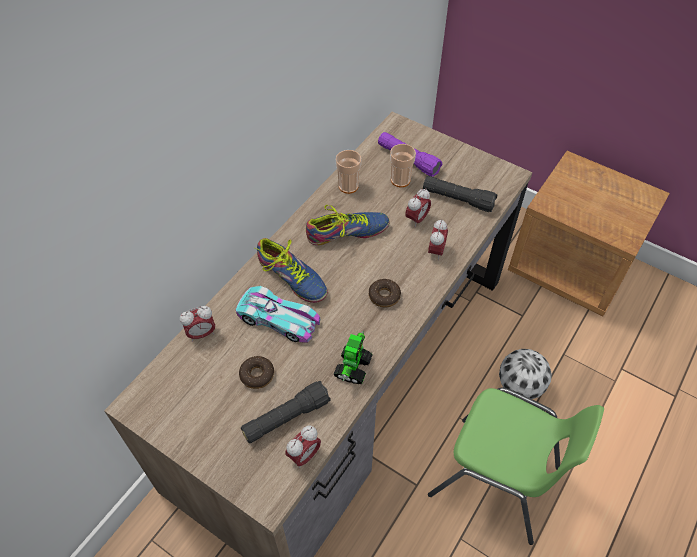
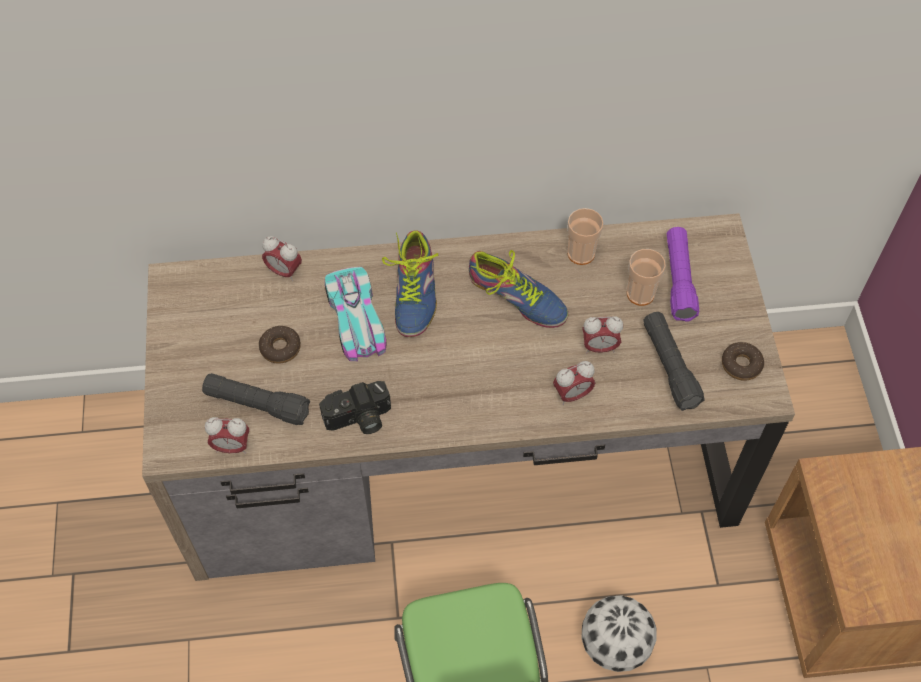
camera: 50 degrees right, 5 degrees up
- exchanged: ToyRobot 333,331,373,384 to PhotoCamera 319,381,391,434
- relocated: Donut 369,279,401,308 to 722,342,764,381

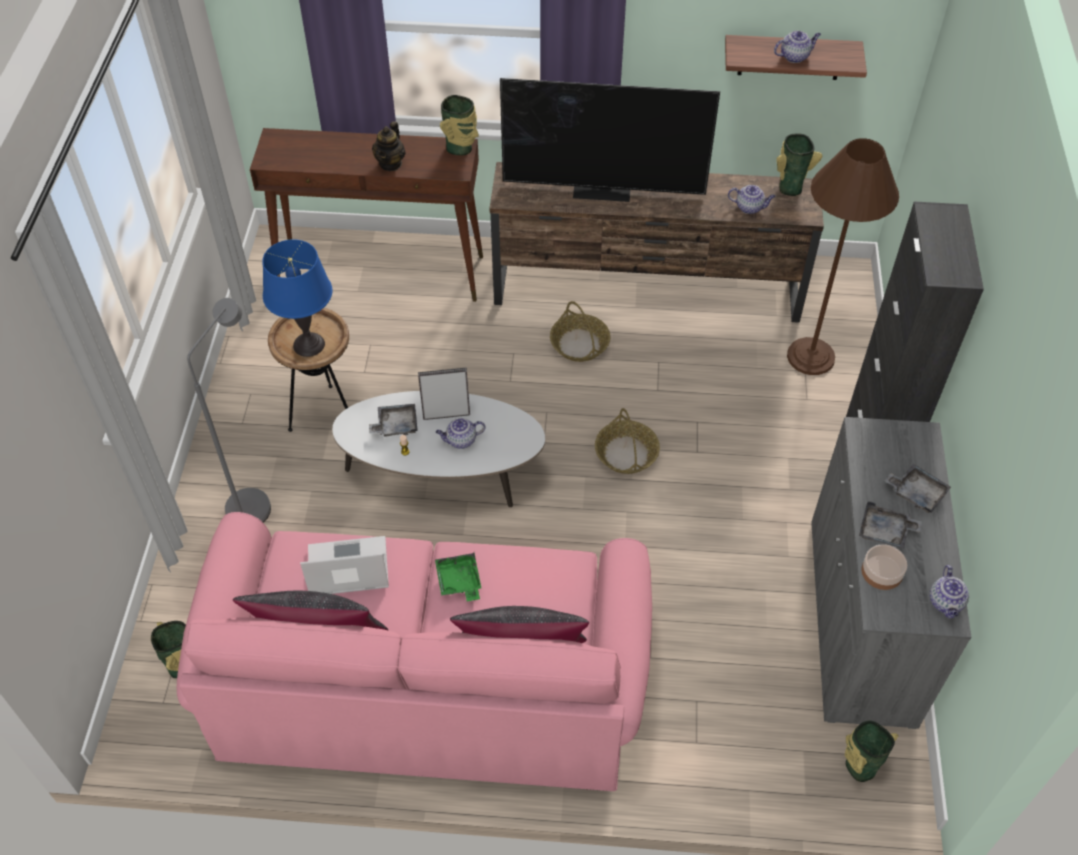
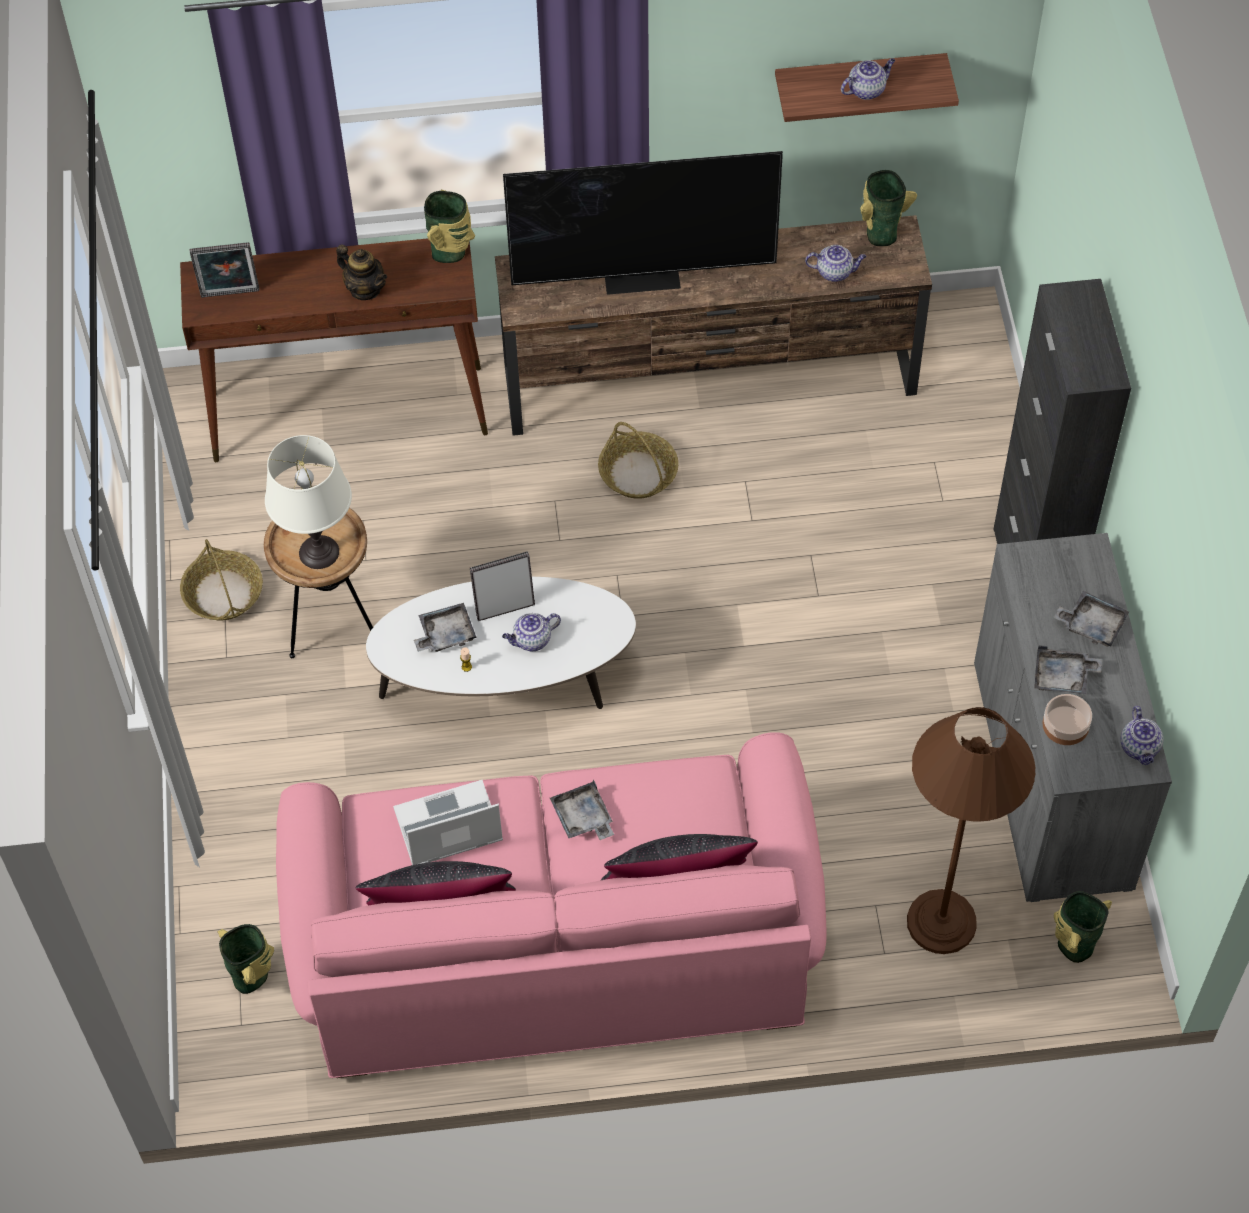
camera: 10 degrees left, 5 degrees up
- relocated: Basket 595,408,660,474 to 180,539,263,620
- appeared: PictureFrame 190,242,259,298
- colour: BlueTableLamp 262,239,332,357 to WhiteTableLamp 265,435,352,569
- spun: Teapot 372,121,406,171 = 336,244,387,300 60 degrees counterclockwise
- colour: GreenTray 435,552,481,601 to GreyTray 550,780,614,840
- relocated: BrownFloorLamp 787,138,899,375 to 907,707,1036,954
- missing: GreyFloorLamp 187,298,271,522

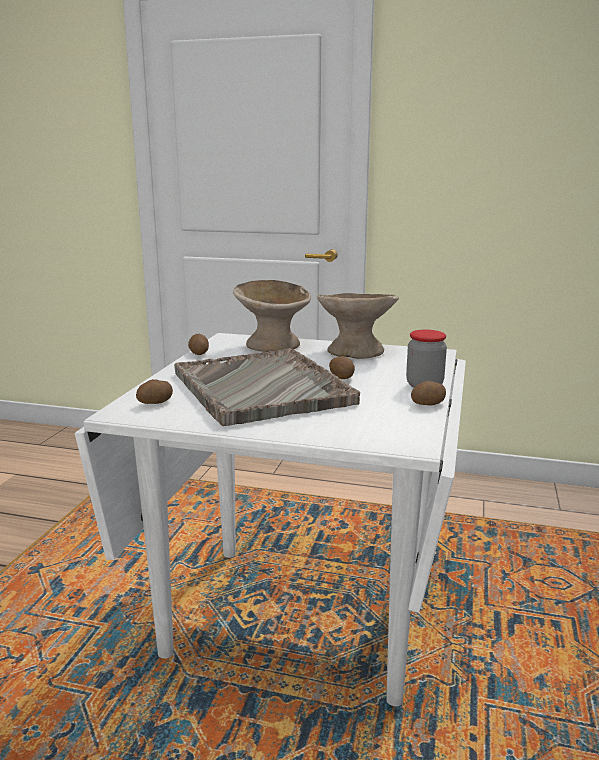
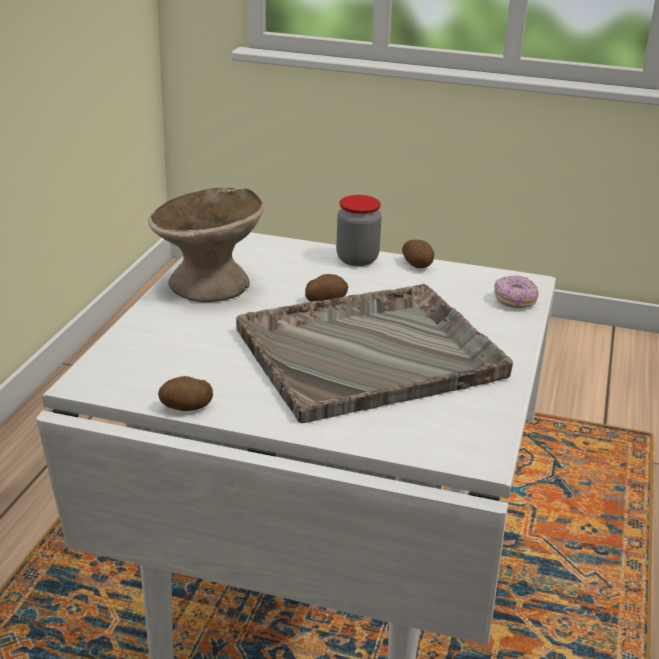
camera: 90 degrees left, 10 degrees up
- appeared: Donut 494,276,539,308
- missing: Potato 136,379,173,404
- missing: BeigeBowl 233,280,311,352

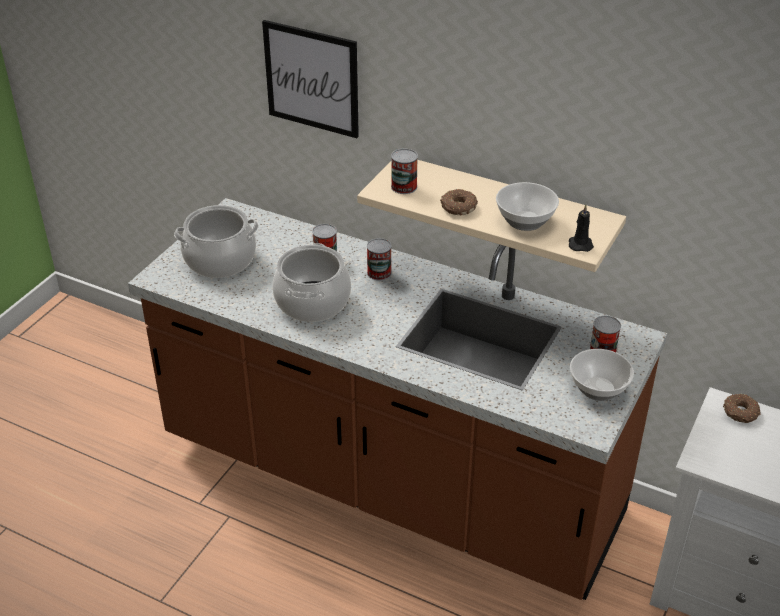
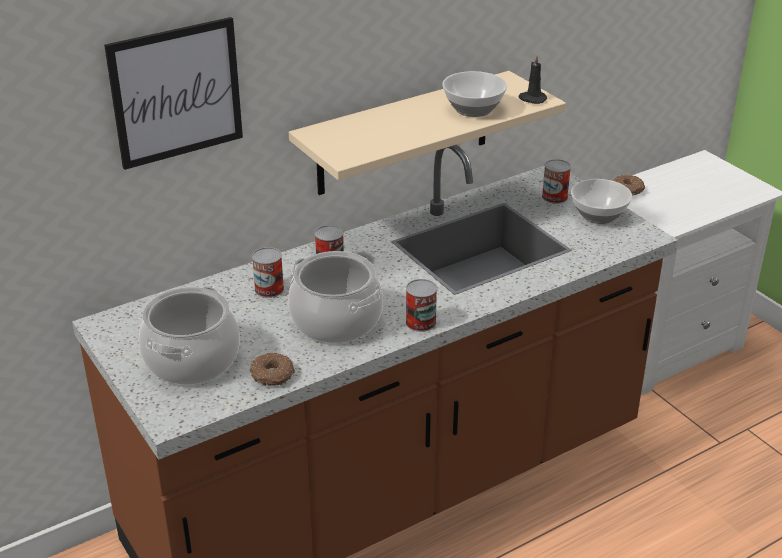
camera: 60 degrees left, 5 degrees down
- relocated: Donut 440,189,478,215 to 250,352,295,386
- relocated: Can 391,149,418,194 to 406,279,437,332

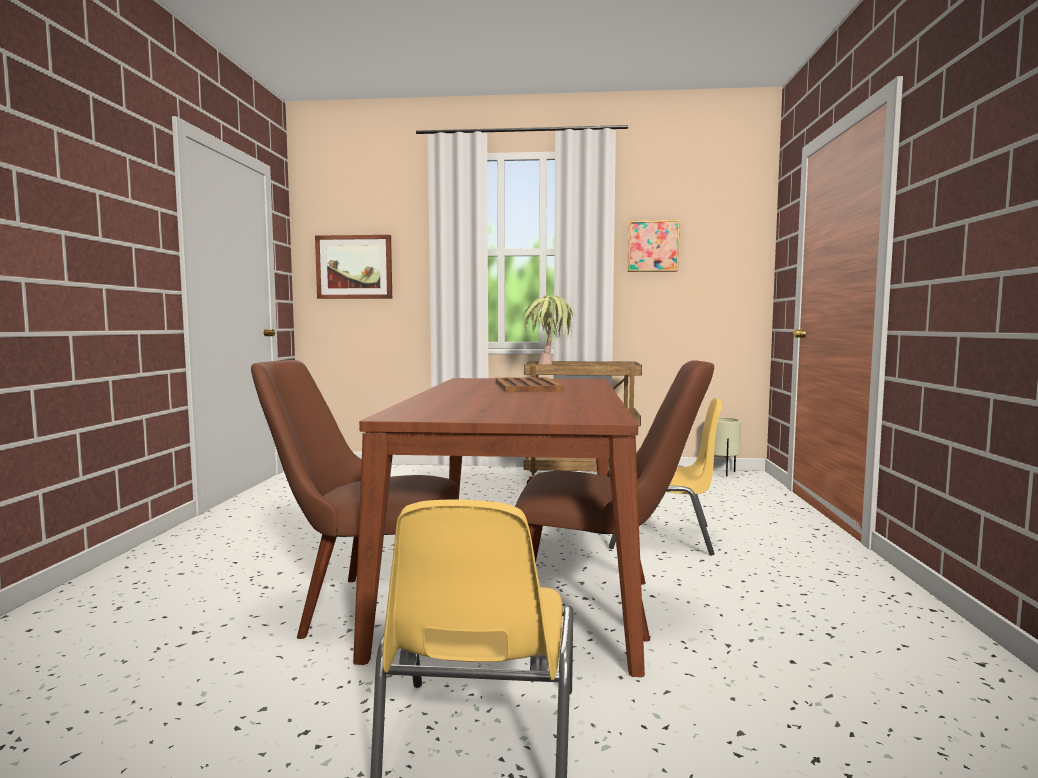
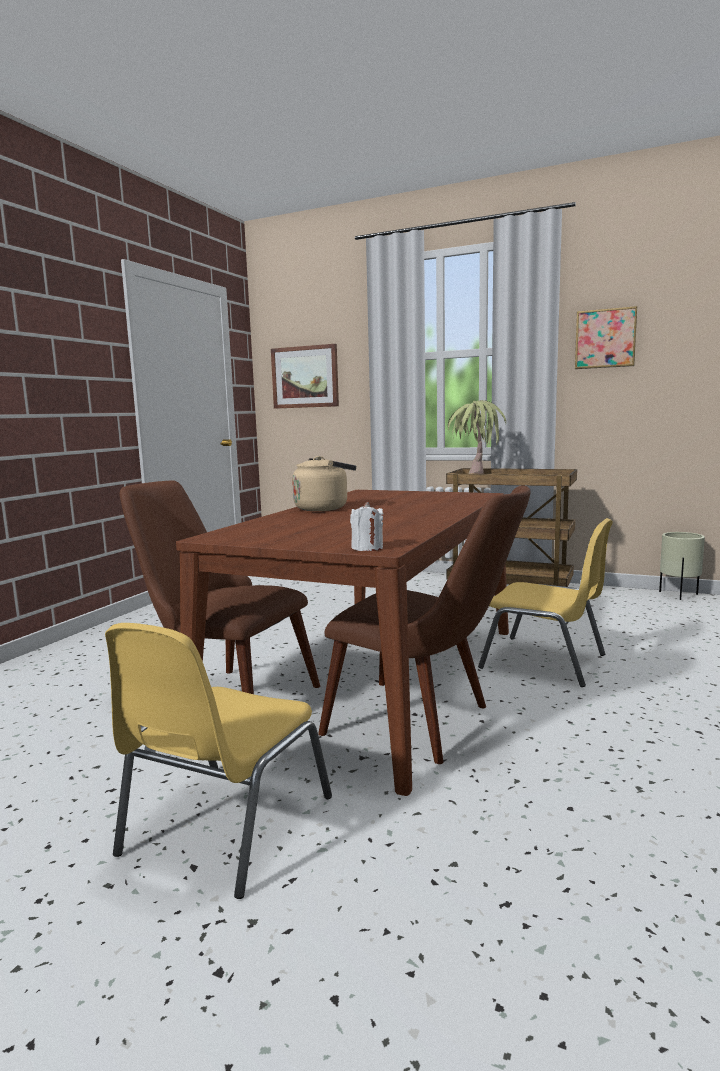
camera: 20 degrees right, 5 degrees up
- appeared: BeigeKettle 292,456,356,511
- appeared: WhiteCandle 350,502,383,551
- missing: BrownTray 496,377,564,392

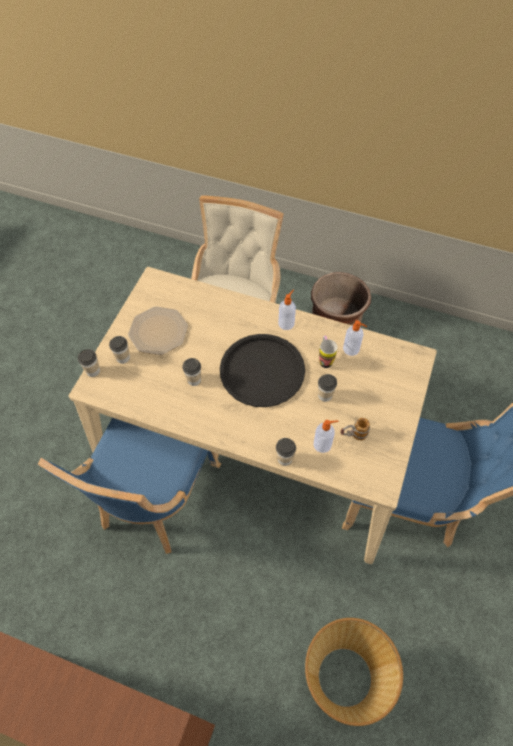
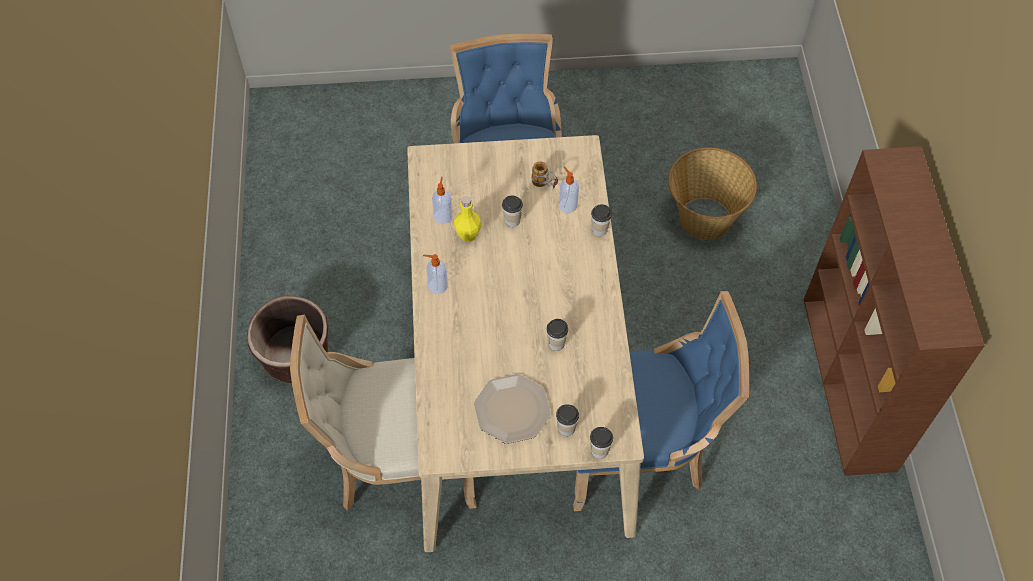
camera: 115 degrees left, 0 degrees up
- exchanged: Mug 319,336,338,368 to YellowBottle 454,196,481,242
- missing: BlackTray 220,334,305,407

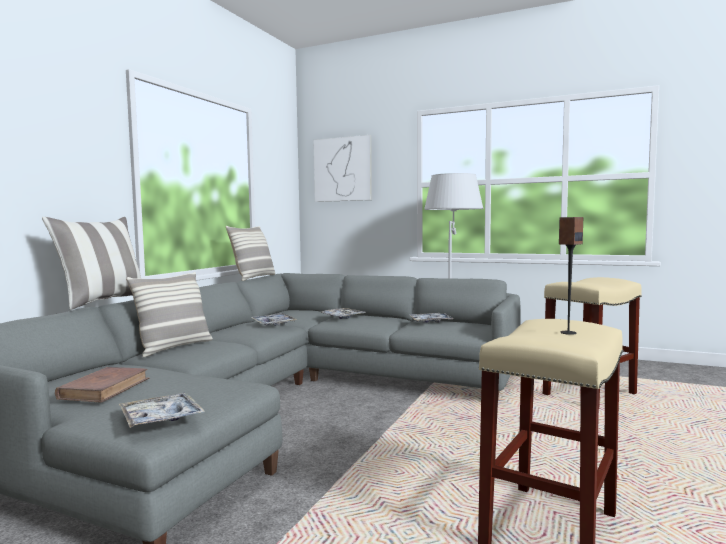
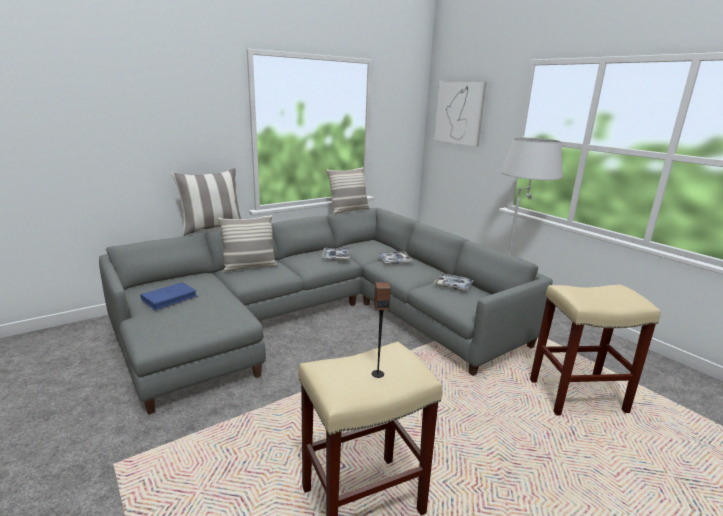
camera: 30 degrees right, 15 degrees up
- colour: BrownBook 55,367,149,402 to BlueBook 140,282,198,310
- missing: Tray 119,393,205,428

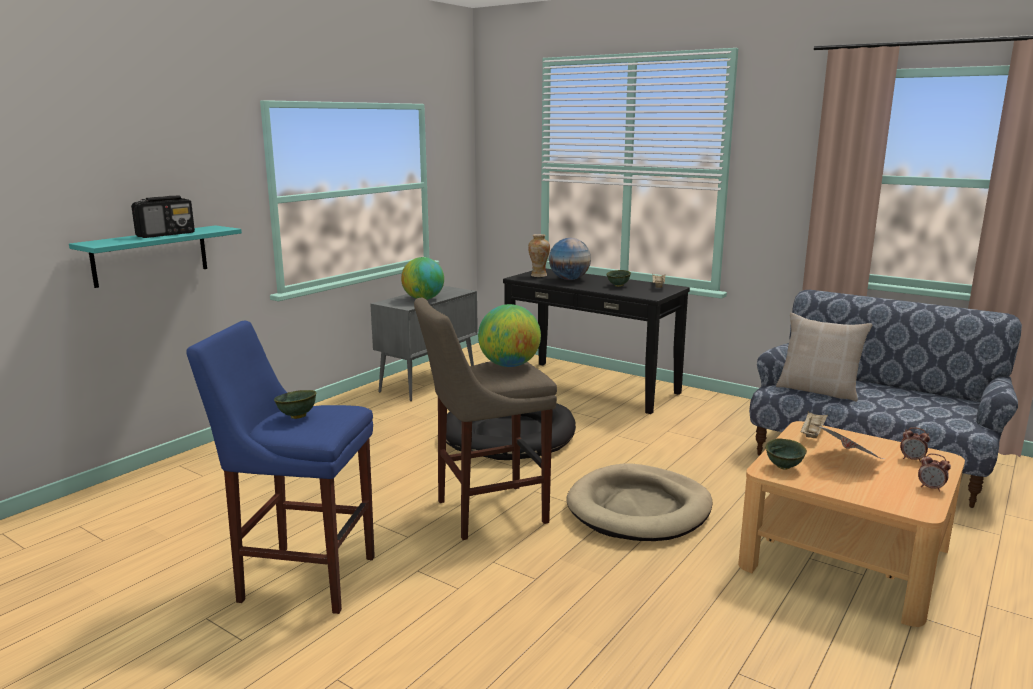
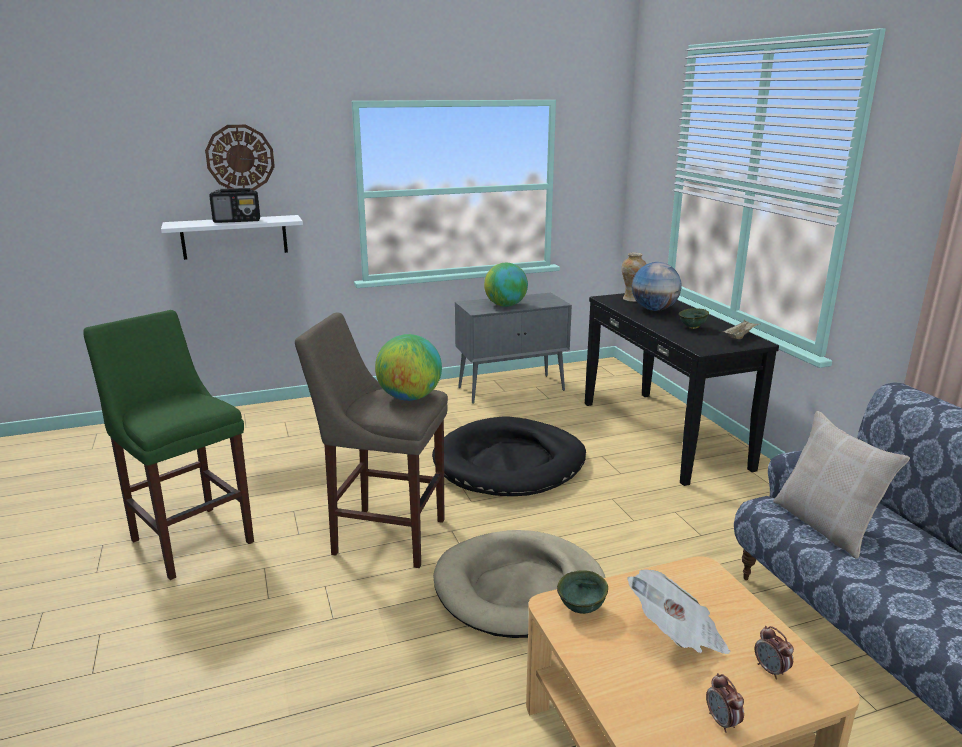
camera: 35 degrees right, 5 degrees up
- colour: BlueStool 186,321,375,614 to GreenStool 83,310,254,580
- colour: TurquoiseShelf 69,225,242,288 to WhiteShelf 161,215,303,260
- appeared: WallClock 205,125,275,190
- missing: GreenBowl 274,390,316,419
- missing: BeigeTray 800,412,828,438

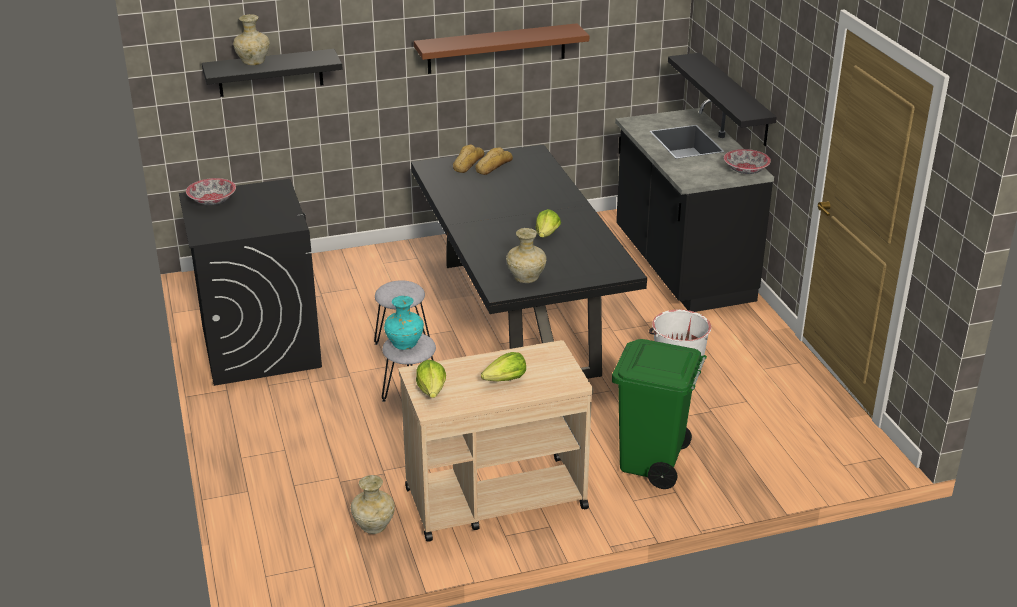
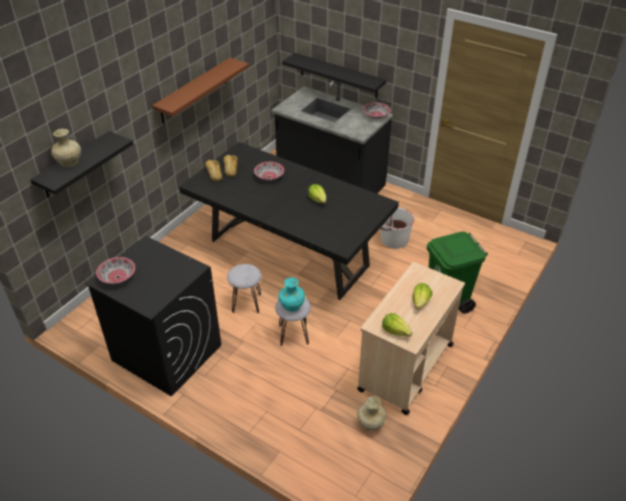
camera: 40 degrees left, 10 degrees up
- appeared: Bowl 254,162,284,181
- missing: BeigeVase 506,228,547,283

